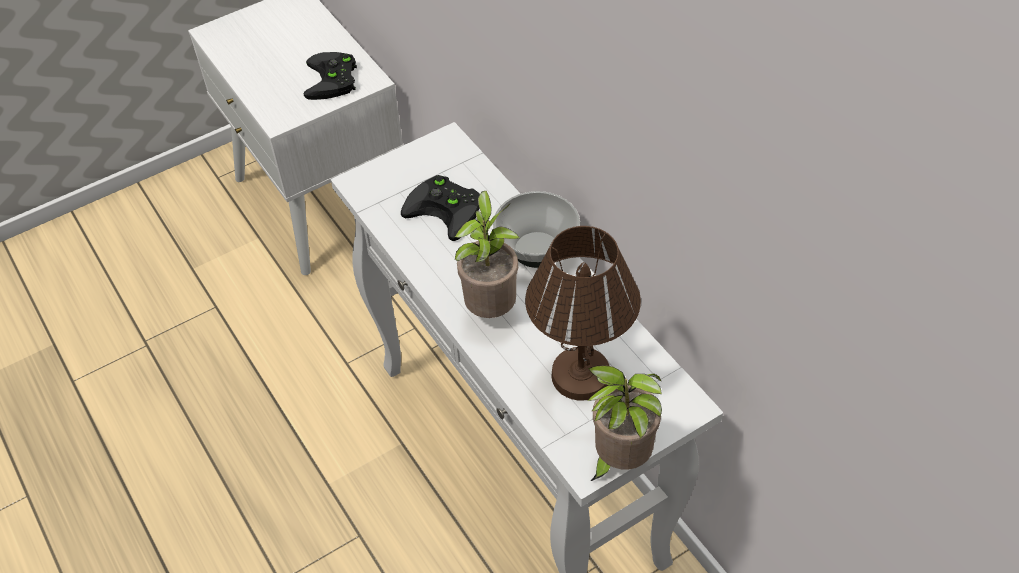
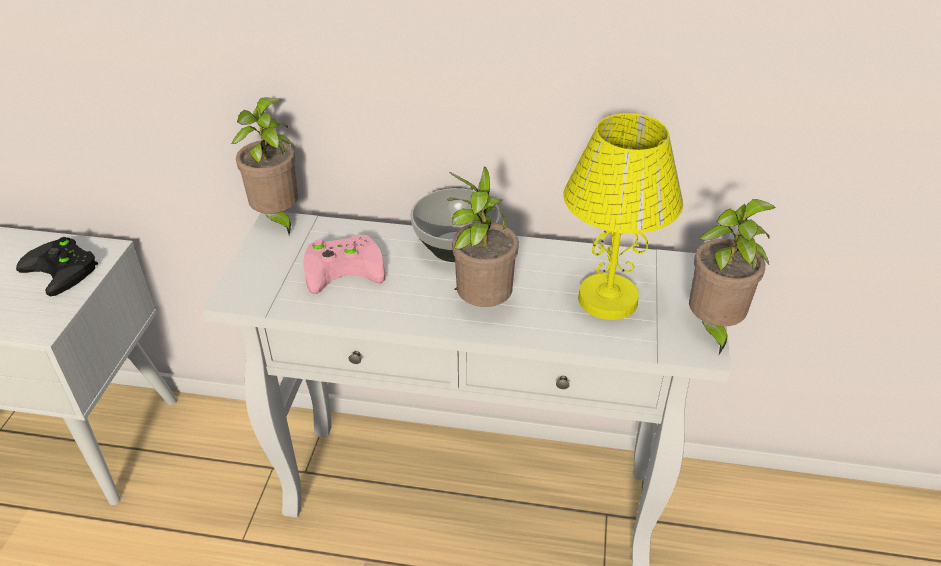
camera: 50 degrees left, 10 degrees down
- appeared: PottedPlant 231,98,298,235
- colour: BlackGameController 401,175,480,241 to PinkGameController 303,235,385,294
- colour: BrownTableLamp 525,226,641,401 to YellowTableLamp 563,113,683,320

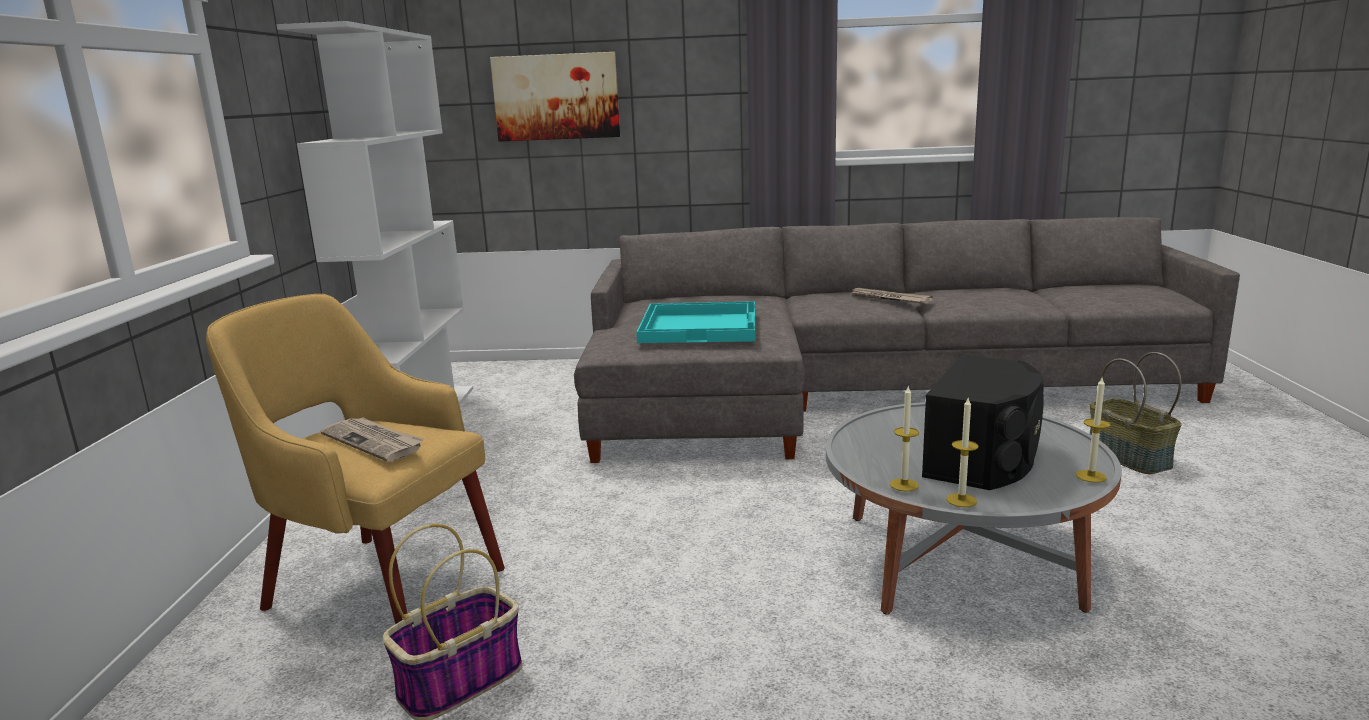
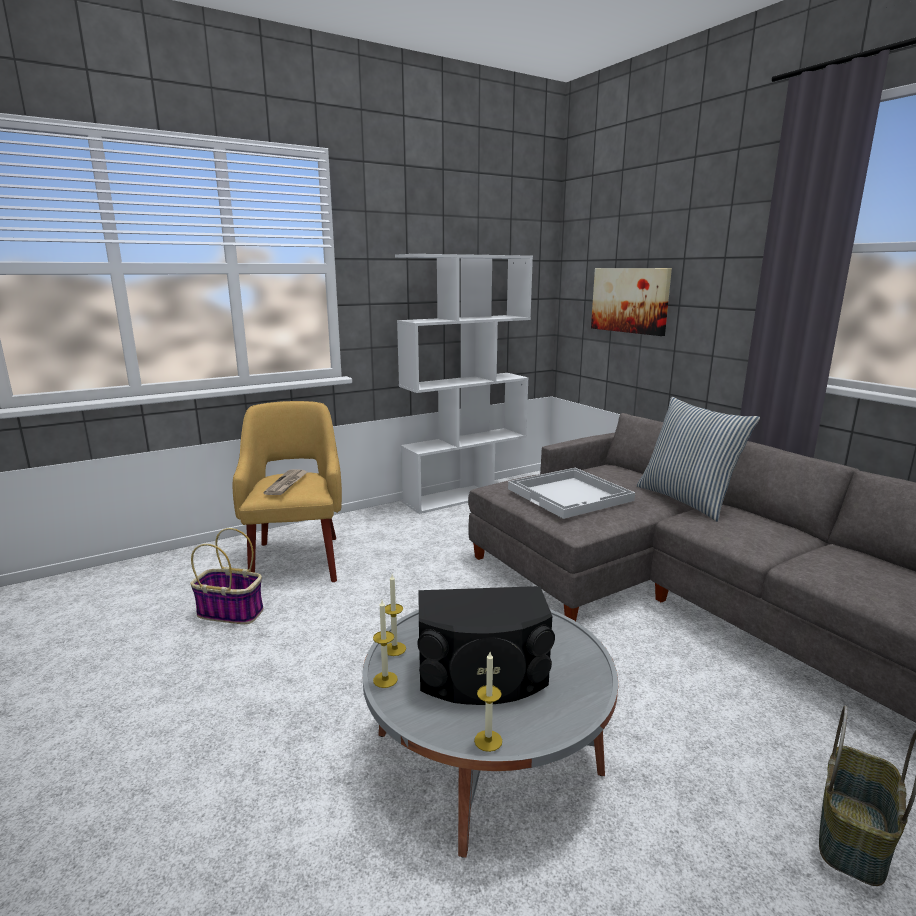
camera: 55 degrees right, 0 degrees up
- colour: TurquoiseTray 636,301,755,343 to WhiteTray 508,468,635,519
- appeared: Pillow 637,397,760,522
- missing: Newspaper 848,288,933,304

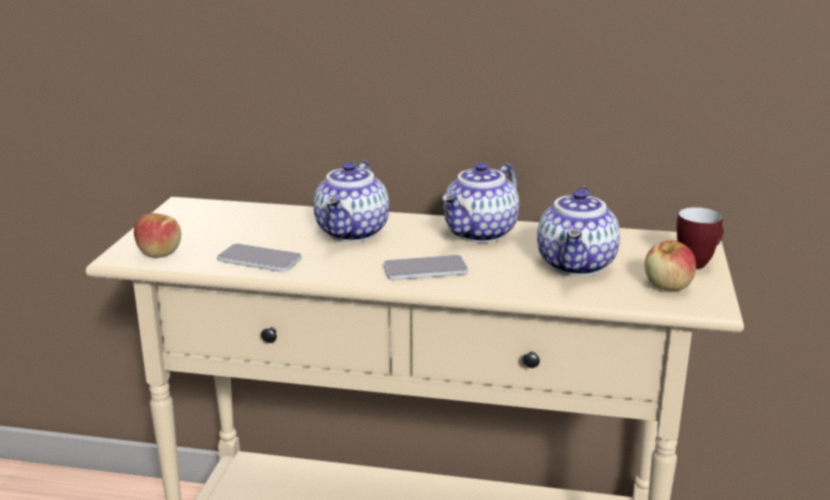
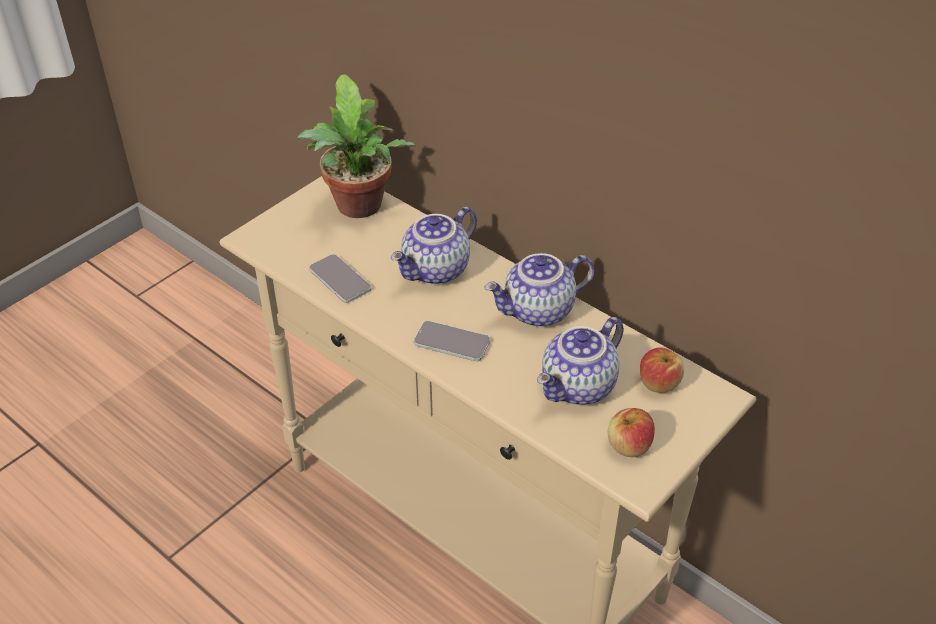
camera: 30 degrees right, 20 degrees up
- appeared: PottedPlant 297,74,416,218
- relocated: Apple 134,213,181,258 to 640,347,684,393
- missing: Mug 677,207,724,269

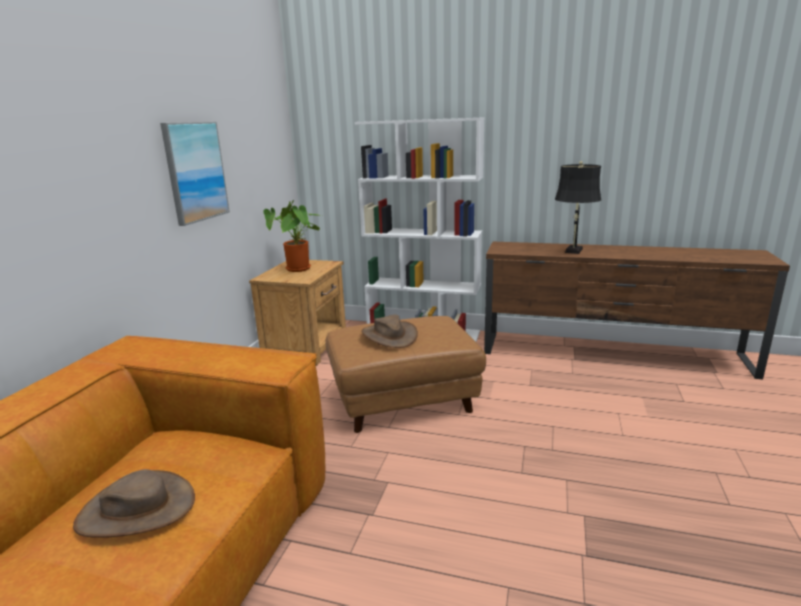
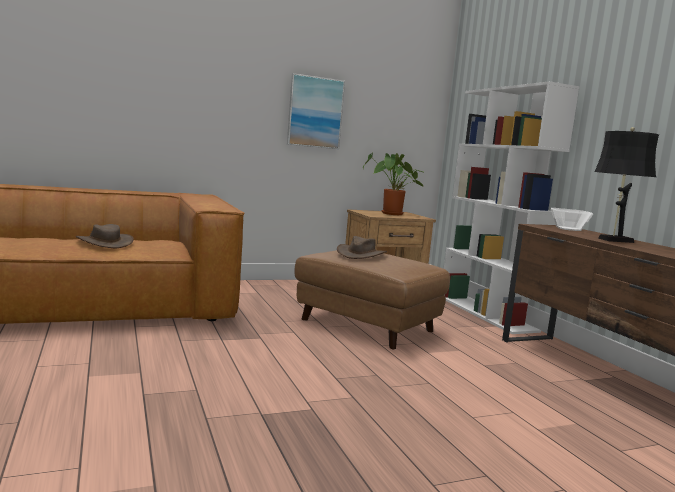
camera: 50 degrees right, 10 degrees down
- appeared: Bowl 551,208,593,231

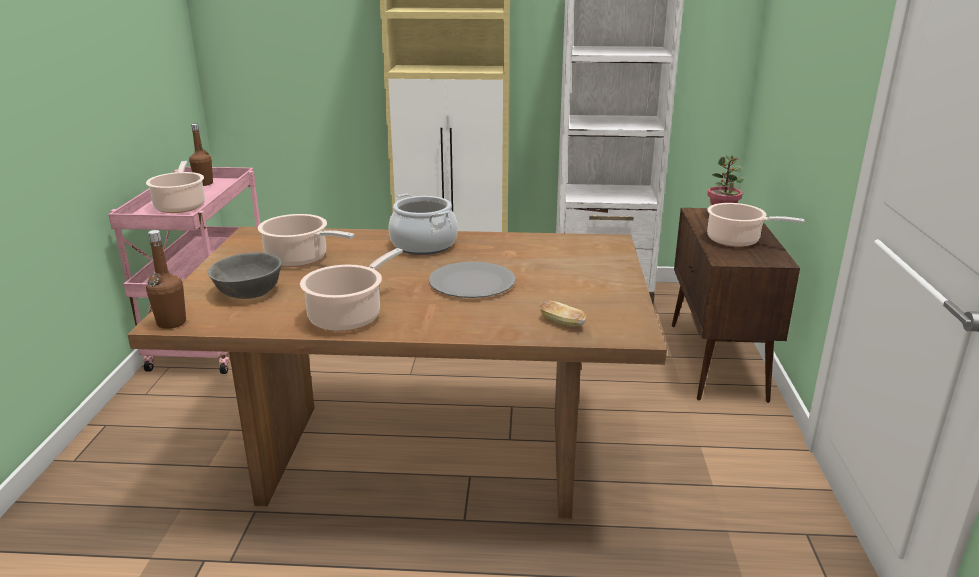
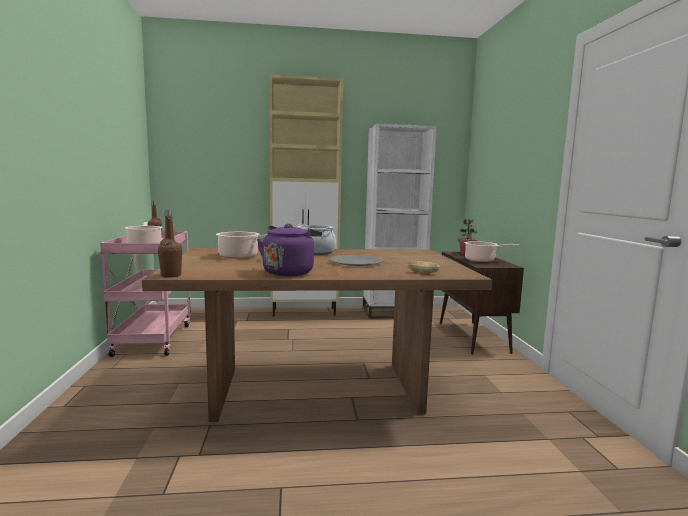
camera: 10 degrees left, 15 degrees down
- exchanged: CookingPot 300,248,403,331 to PurpleKettle 257,224,322,276
- missing: GreyBowl 208,252,282,299

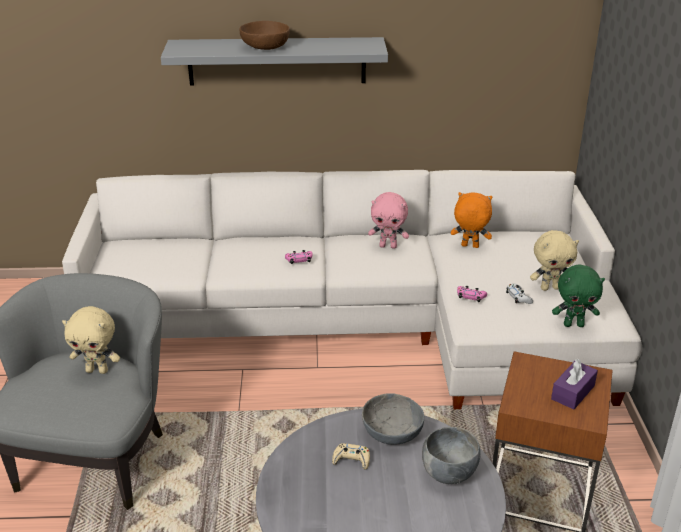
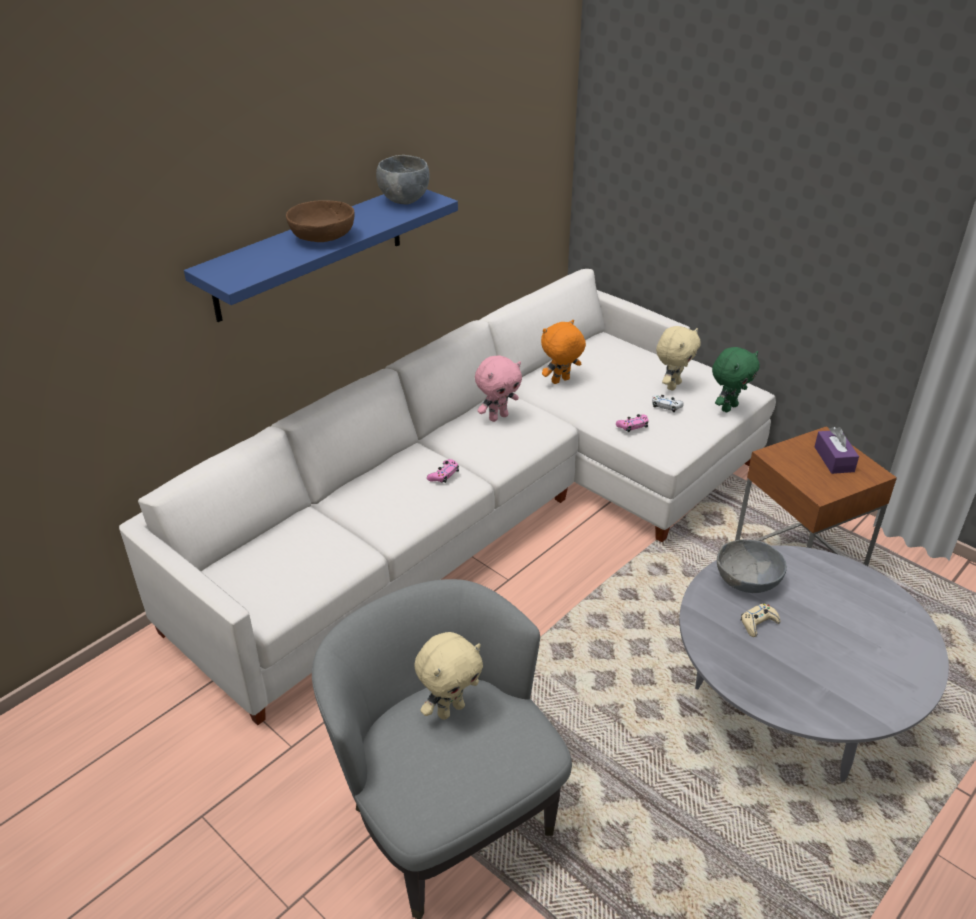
camera: 45 degrees left, 5 degrees up
- colour: GreyShelf 161,37,388,86 to BlueShelf 184,189,458,322
- relocated: GreyBowl 422,427,481,484 to 376,155,429,204

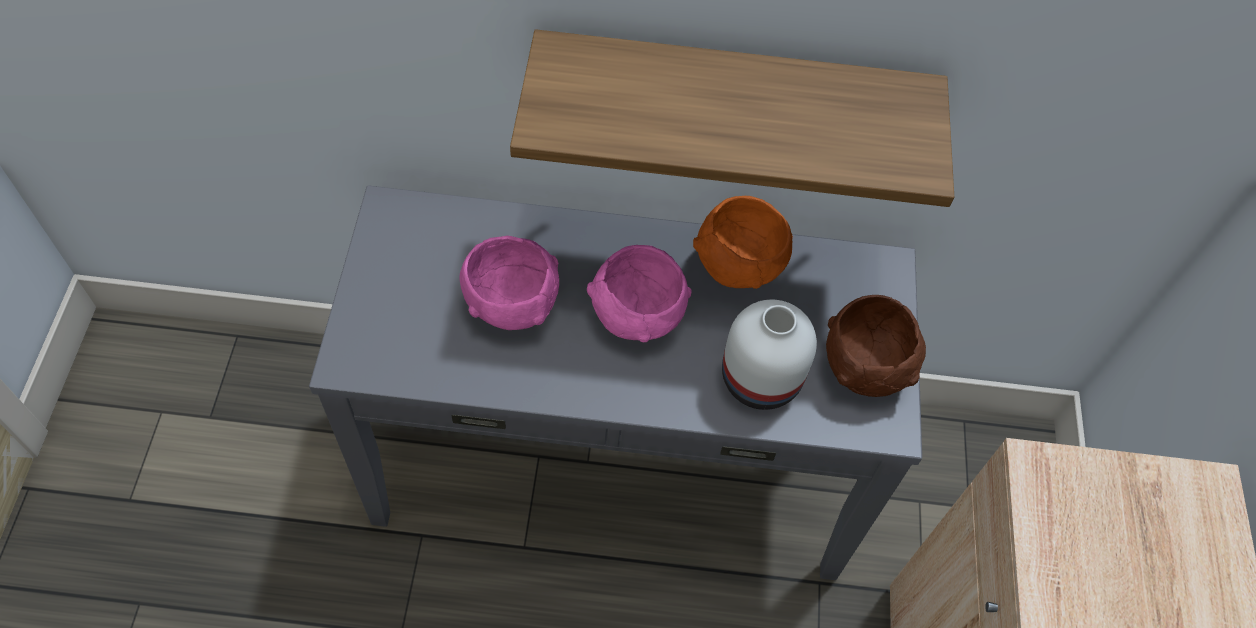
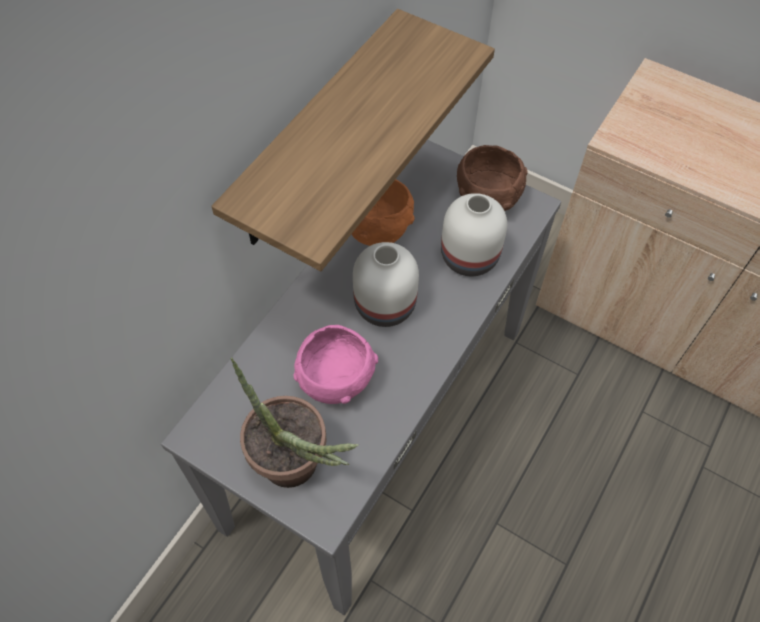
camera: 60 degrees left, 0 degrees up
- appeared: PottedPlant 230,357,359,488
- exchanged: PinkBowl 587,245,691,343 to WhiteVase 353,242,419,327

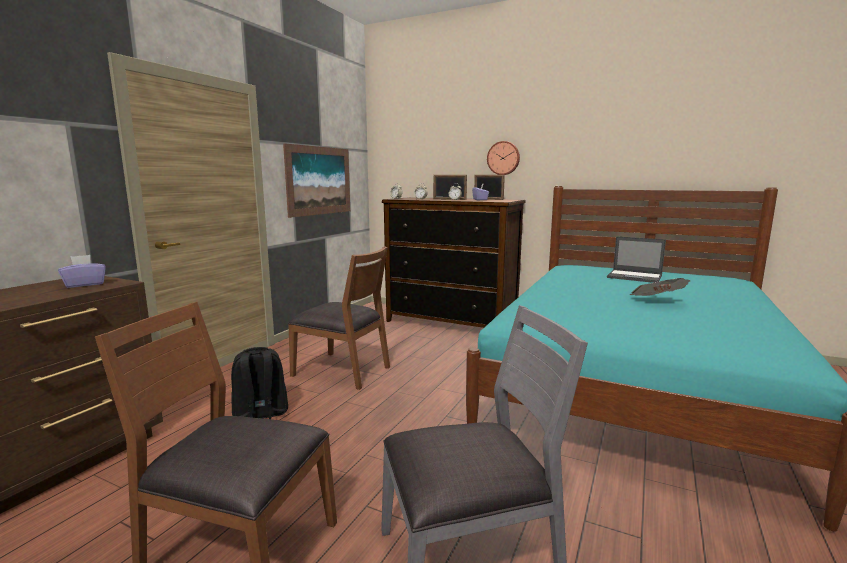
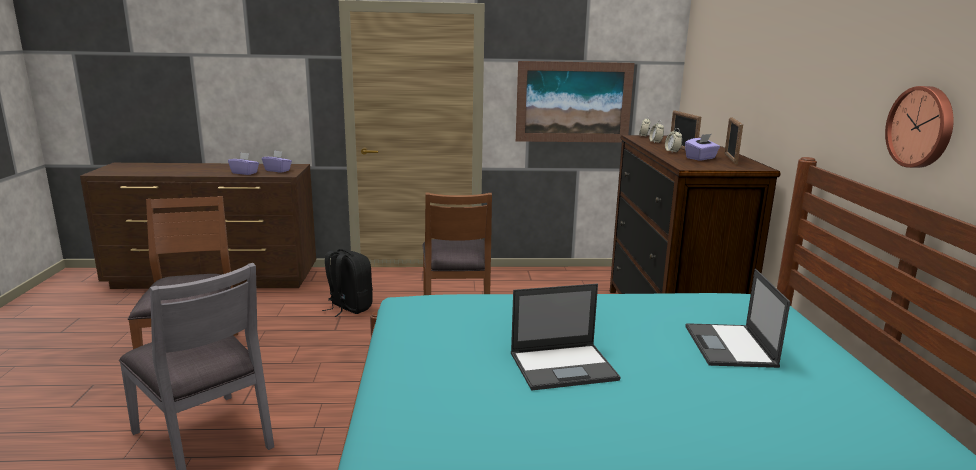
camera: 60 degrees right, 5 degrees up
- appeared: PurpleTissueBox 228,153,259,175
- exchanged: Newspaper 630,278,690,296 to Laptop 511,284,621,391
- relocated: WallClock 487,141,520,175 to 885,86,954,168

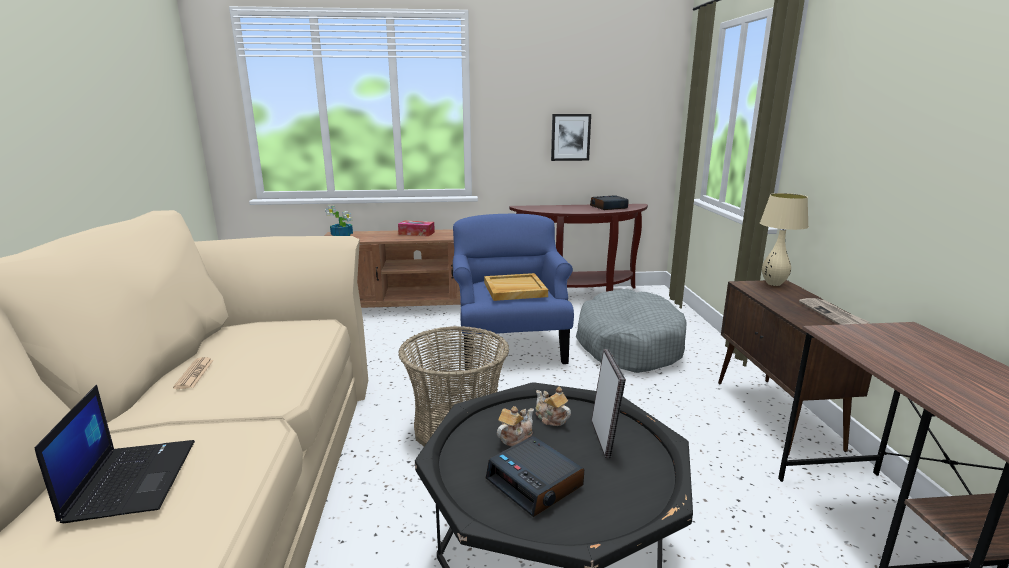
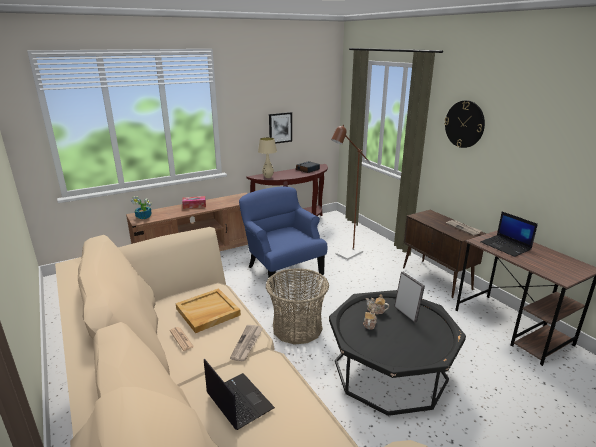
camera: 25 degrees left, 5 degrees up
- relocated: BeigeTray 484,273,548,301 to 176,288,241,333
- appeared: Newspaper 230,325,263,361
- relocated: BeigeTableLamp 760,193,809,286 to 258,137,277,178
- exchanged: GreyDogBed 576,289,686,373 to BrownFloorLamp 331,124,371,260
- appeared: WallClock 444,100,485,148
- appeared: Laptop 480,212,538,257
- missing: AlarmClock 486,436,584,517

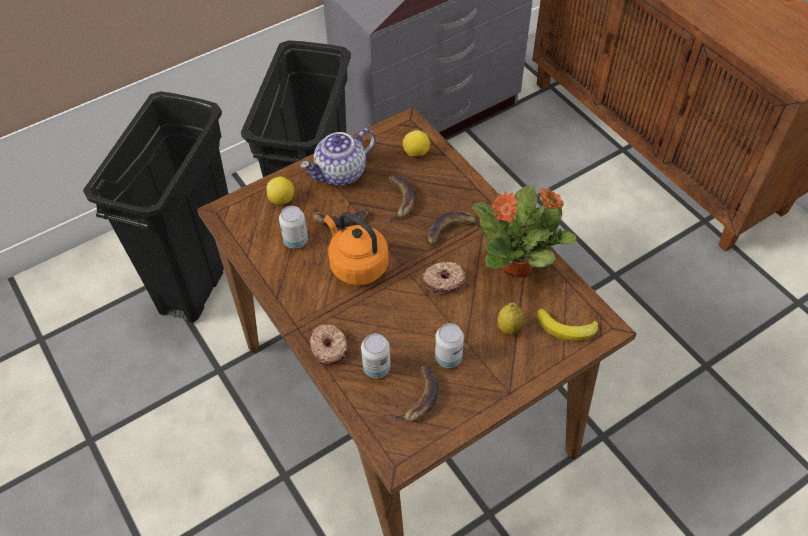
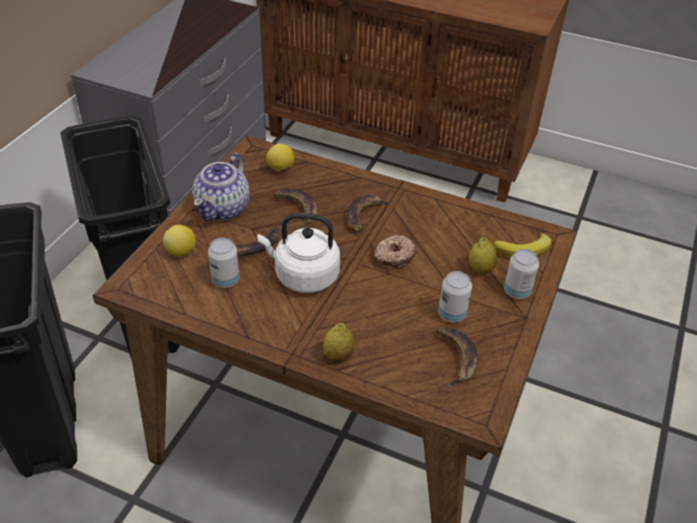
camera: 35 degrees left, 10 degrees down
- colour: OrangeKettle 324,212,389,285 to WhiteKettle 258,213,340,293
- exchanged: Donut 310,324,348,365 to Lemon 323,323,354,362
- relocated: Can 361,333,390,378 to 504,249,539,299
- missing: PottedPlant 472,186,576,278

